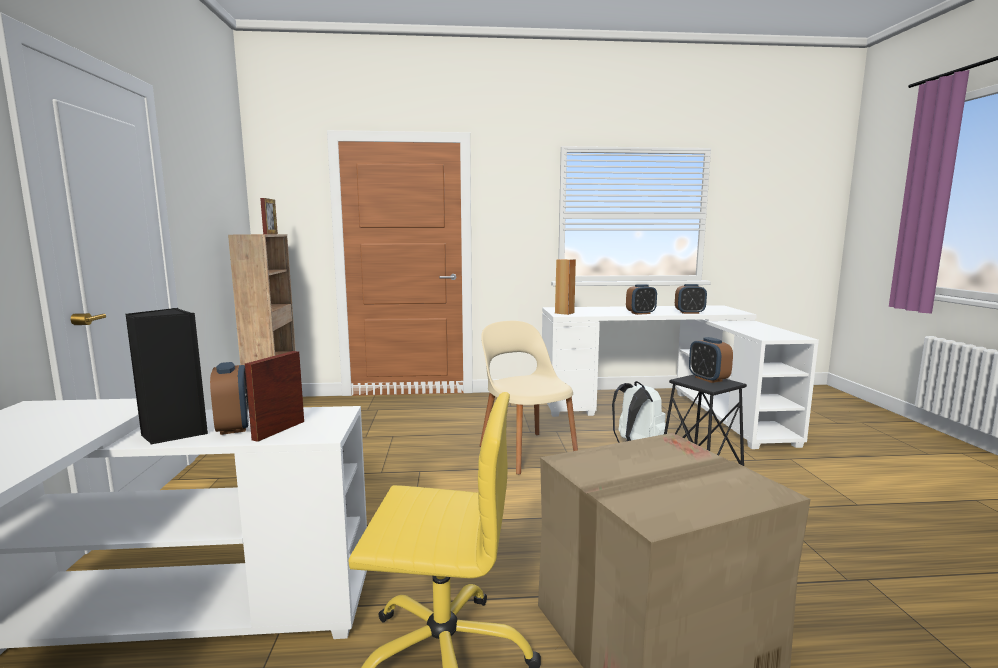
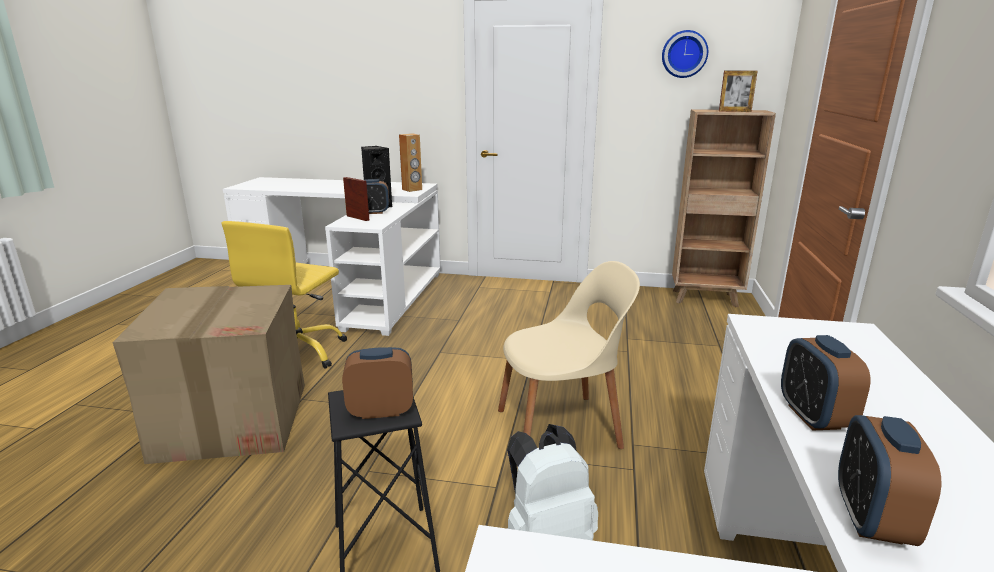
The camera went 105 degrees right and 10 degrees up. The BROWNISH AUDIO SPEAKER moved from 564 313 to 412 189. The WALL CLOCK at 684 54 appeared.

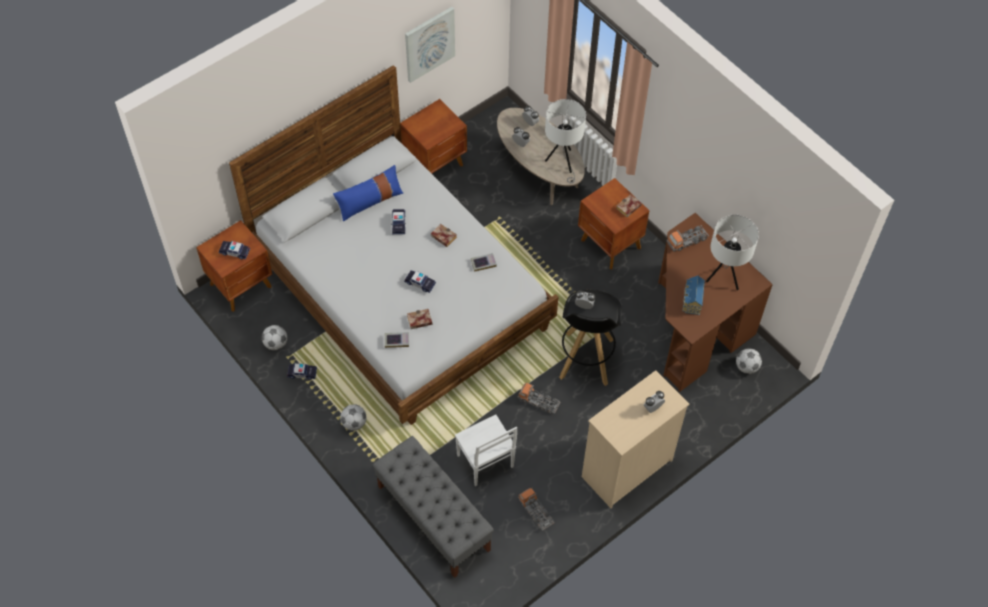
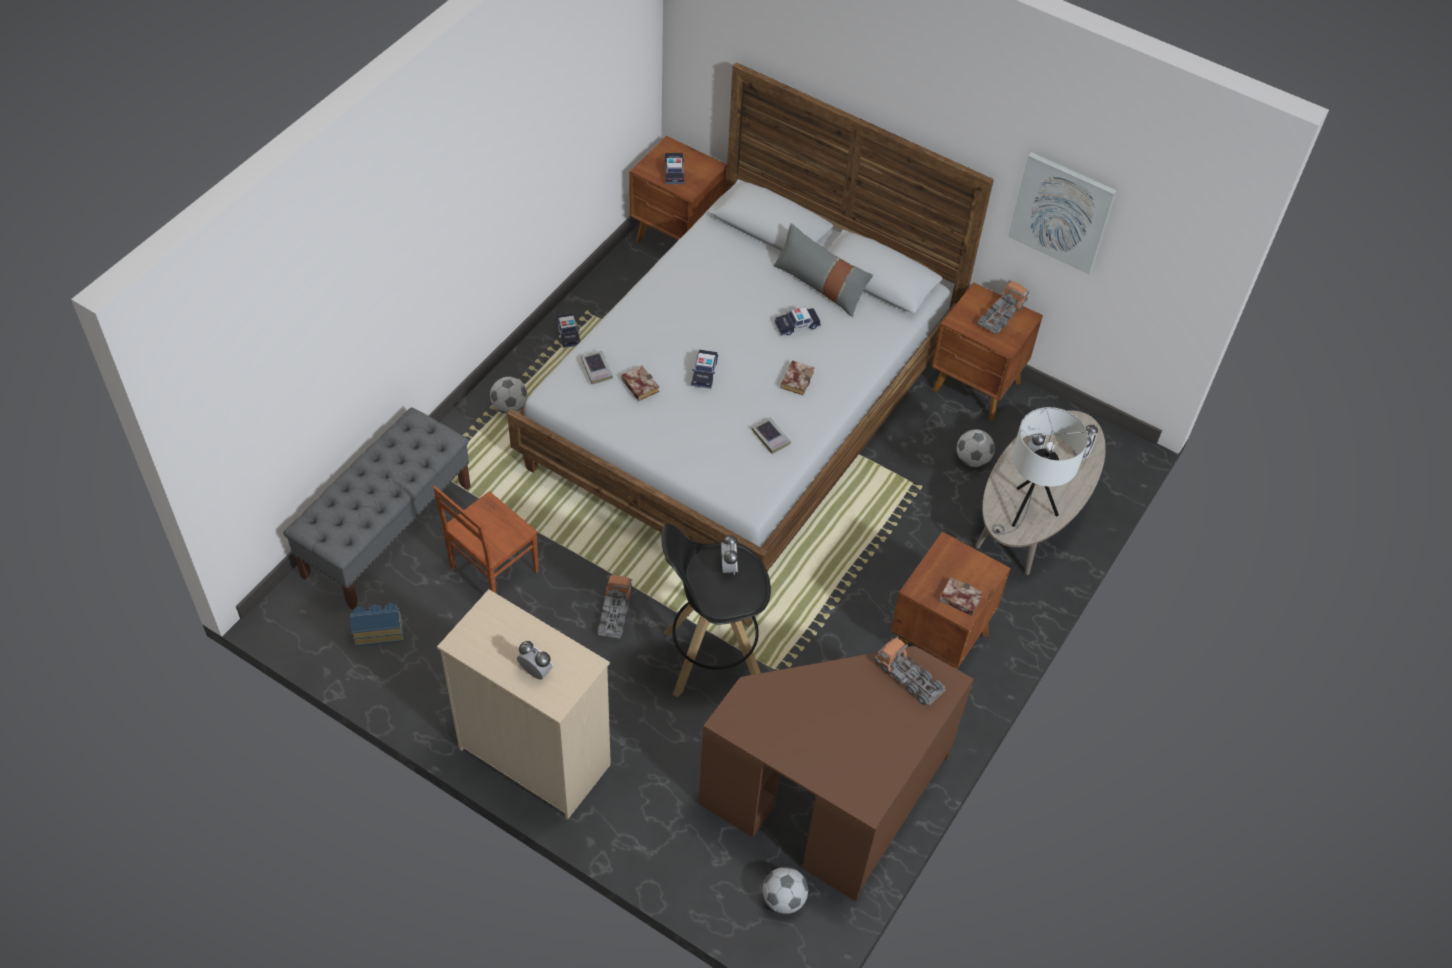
The camera went 70 degrees right and 5 degrees down. The FOOTBALL moved from 275 344 to 972 459. The BLUISH CUSHION at 369 201 became the GREY CUSHION at 820 285. The WHITE-COLOURED CHAIR at 485 462 became the BROWNISH CHAIR at 492 569. The MODEL TRUCK moved from 535 511 to 1001 315. The TOY HOUSE moved from 691 301 to 378 631. The WHITE-COLOURED TABLETOP LAMP at 724 277 disappeared.

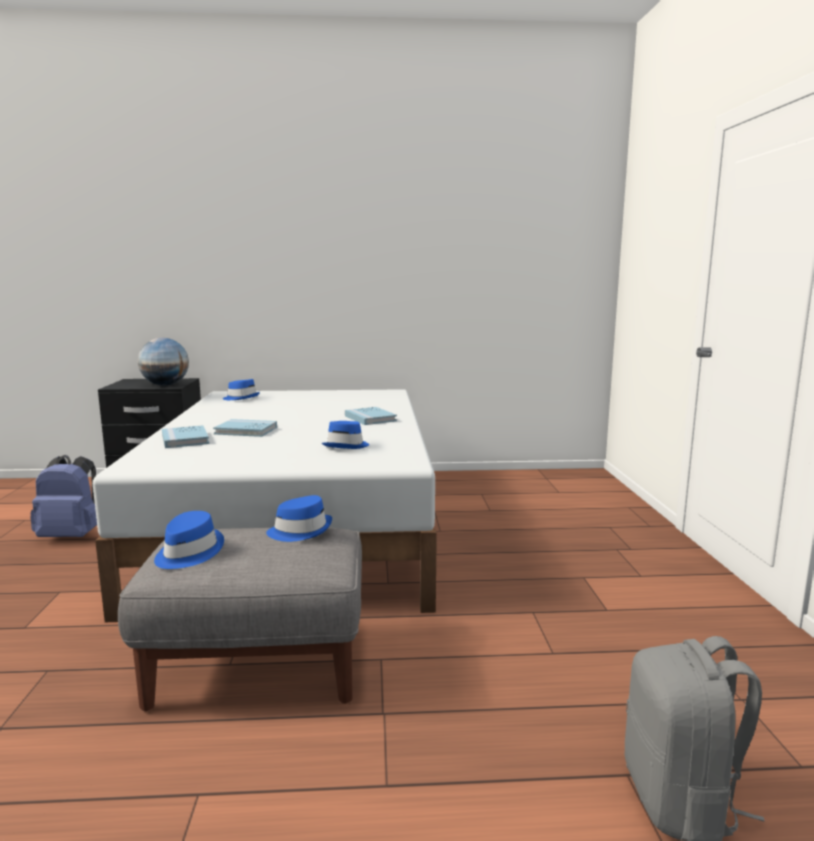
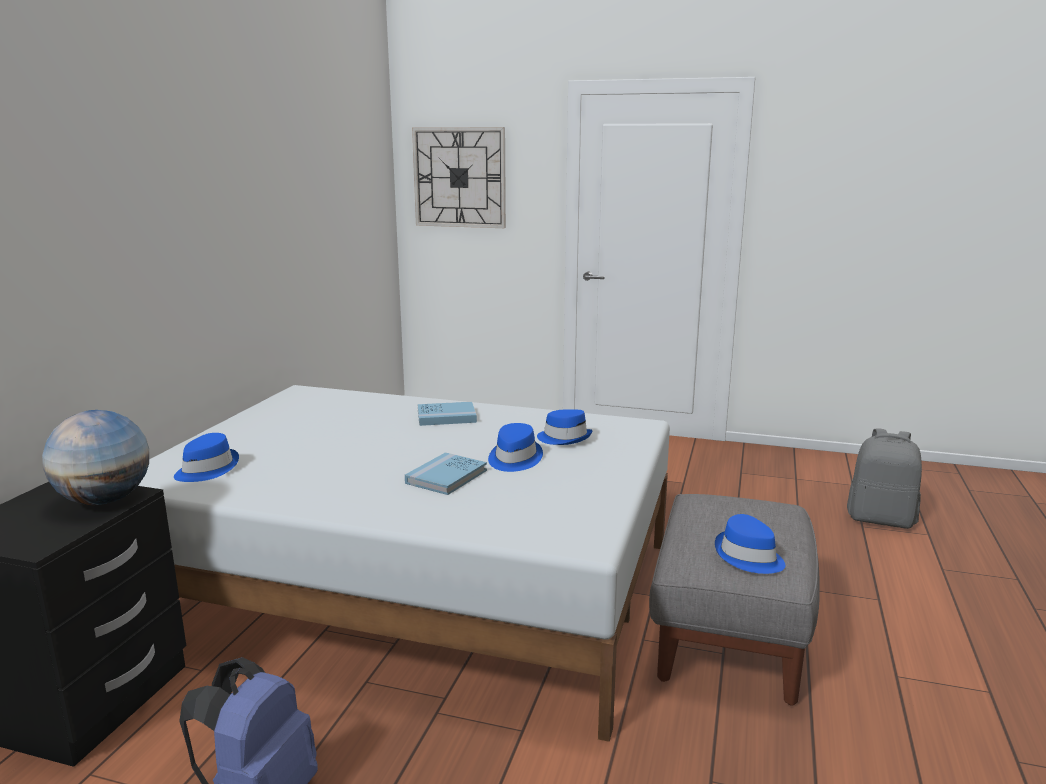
The camera went 70 degrees left and 5 degrees up. The BLUISH BOUND BOOK at 185 439 disappeared. The BLUISH CLOTHING HAT moved from 300 531 to 514 459. The WALL CLOCK at 459 177 appeared.

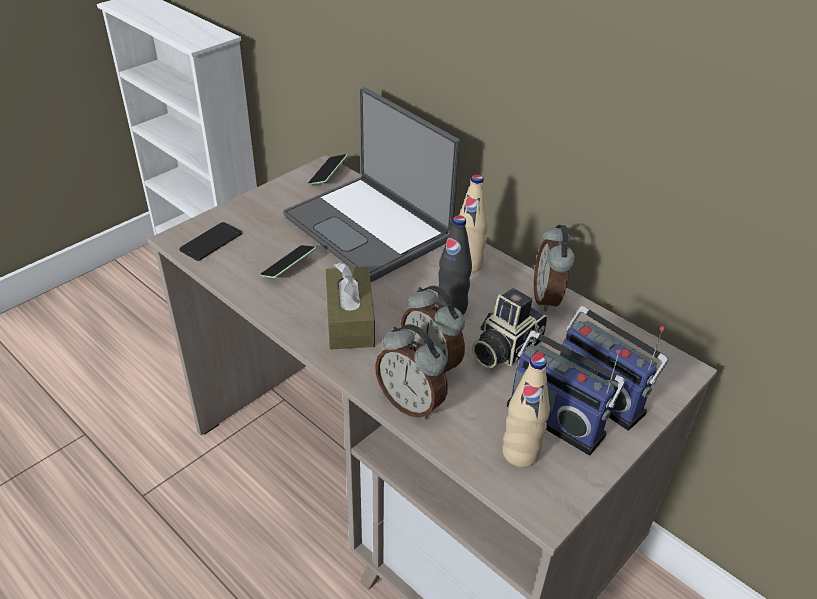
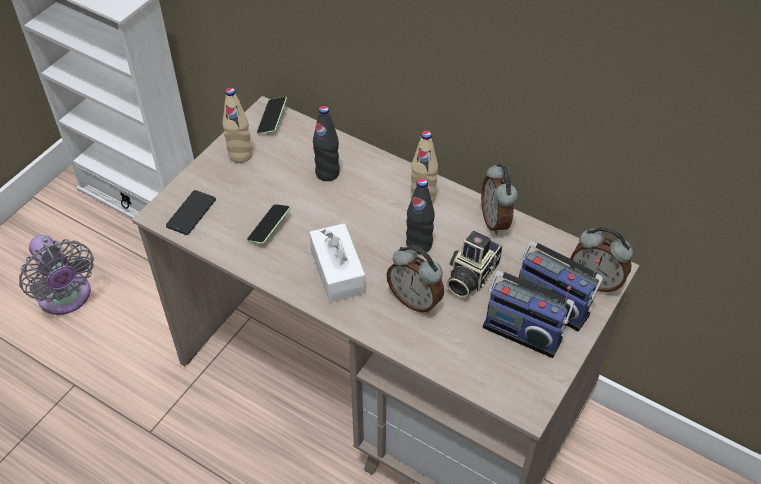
The camera went 10 degrees left and 10 degrees up. The PORTABLE COMPUTER at 370 228 was replaced by the BLACK BEVERAGE BOTTLE at 327 173. The BROWNISH TISSUE BOX at 350 320 became the WHITE-COLOURED TISSUE BOX at 337 271. The ALARM CLOCK moved from 411 403 to 595 281. The BEIGE-COLOURED BEVERAGE BOTTLE moved from 520 453 to 240 155. The GREY ELECTRIC FAN at 66 298 appeared.

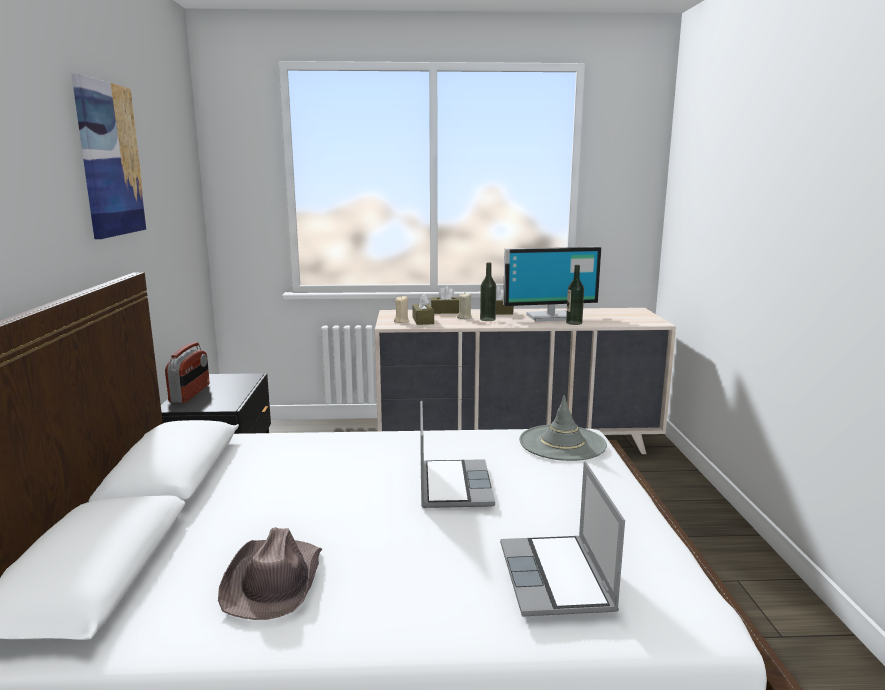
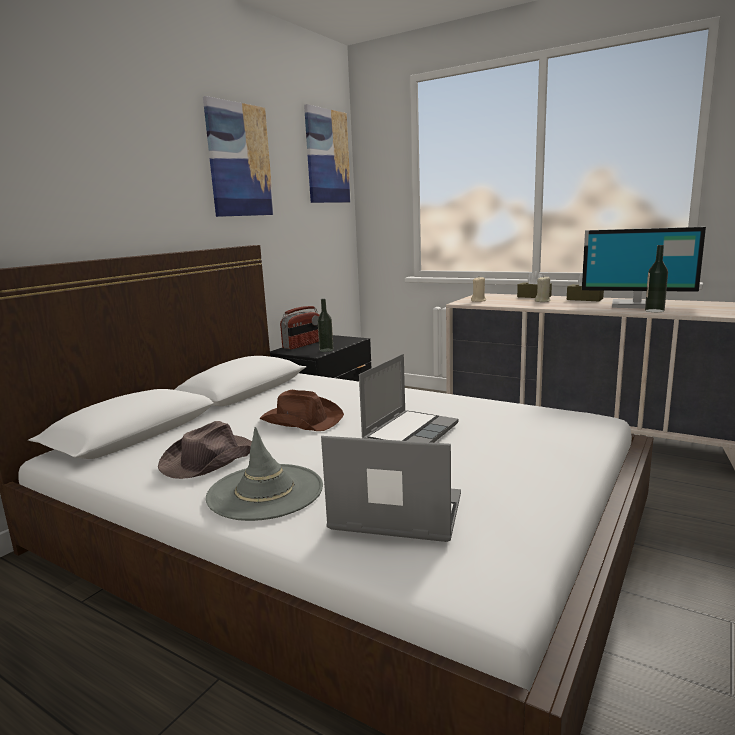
The camera went 35 degrees right and 0 degrees up. The BROWNISH TISSUE BOX at 423 320 disappeared. The BEVERAGE BOTTLE moved from 487 319 to 326 350. The PORTABLE COMPUTER at 557 578 turned 75 degrees clockwise. The GREY CLOTHING HAT moved from 562 443 to 265 492. The BROWNISH CLOTHING HAT at 301 419 appeared. The WALL PICTURE at 327 156 appeared.

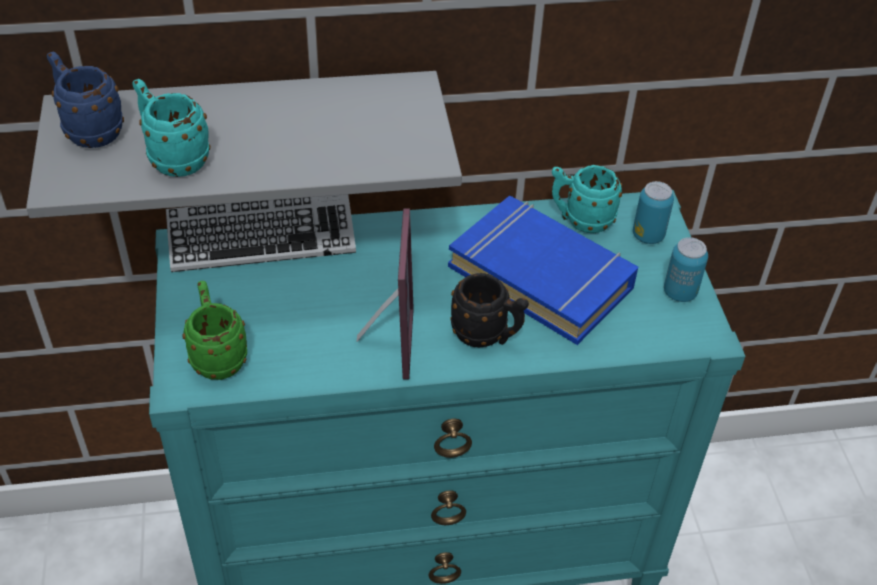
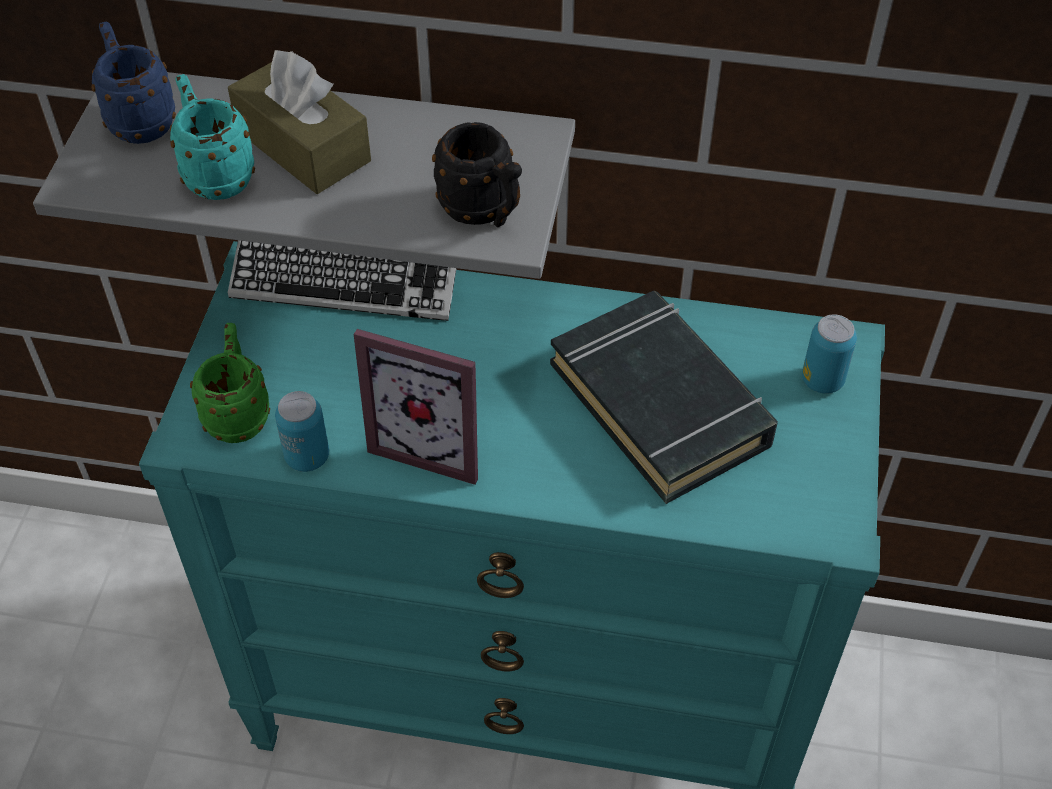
The camera went 20 degrees right and 5 degrees up. The PICTURE FRAME at 384 342 turned 90 degrees clockwise. The BLUISH BOUND BOOK at 541 276 became the BLACK BOUND BOOK at 660 404. The BLACK TEA MUG moved from 487 336 to 484 213. The BLUE-GREEN TEA MUG at 580 220 disappeared. The CAN moved from 679 292 to 307 457. The BROWNISH TISSUE BOX at 303 146 appeared.

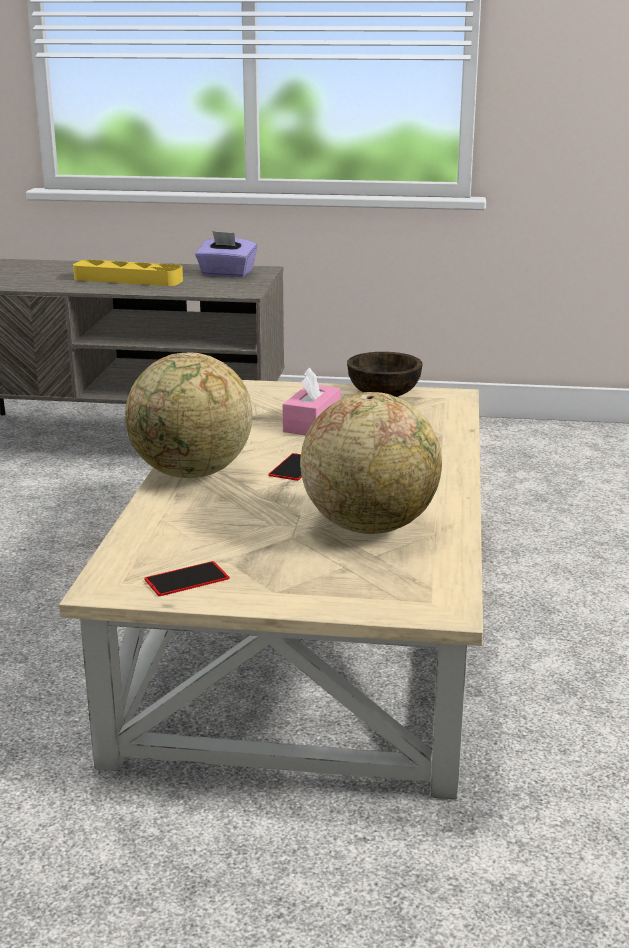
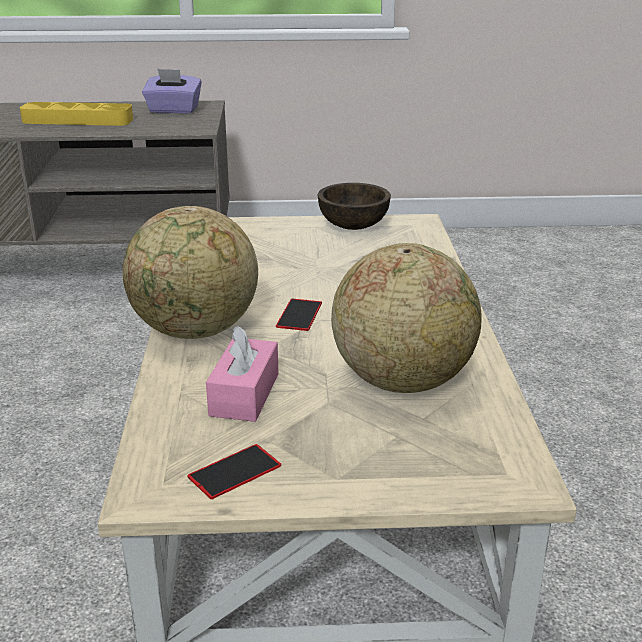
The camera went 10 degrees left and 5 degrees up. The PINK TISSUE BOX moved from 312 423 to 244 394.

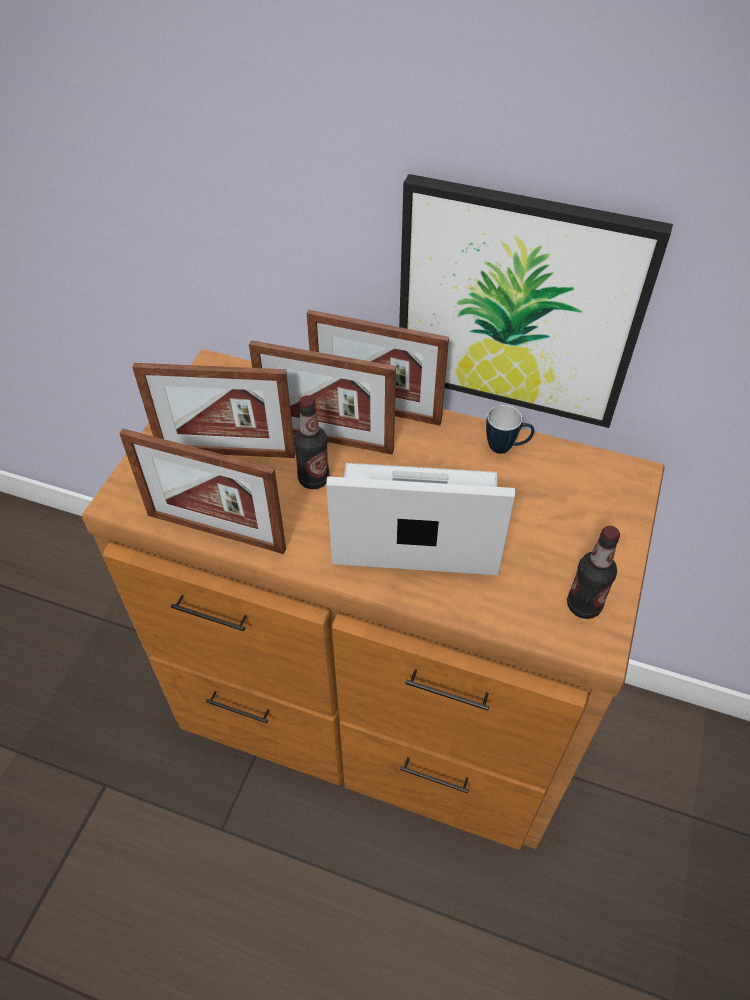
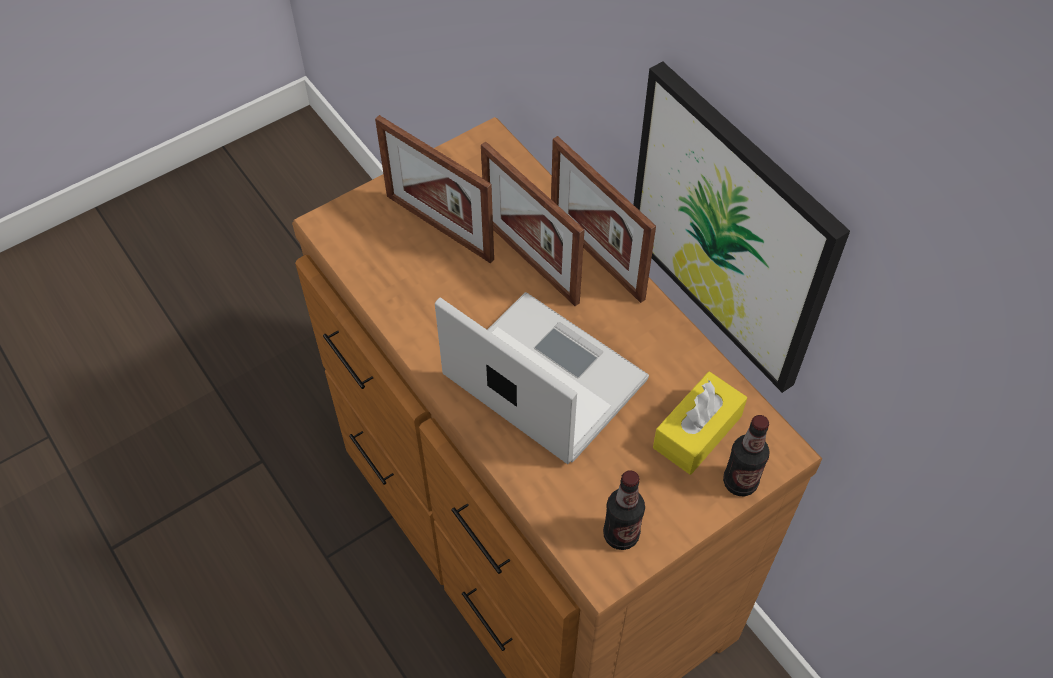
The camera went 35 degrees right and 5 degrees up. The PICTURE FRAME at 216 532 disappeared. The BEVERAGE BOTTLE moved from 314 479 to 740 482. The TEA MUG at 506 448 disappeared. The YELLOWISH TISSUE BOX at 697 432 appeared.

